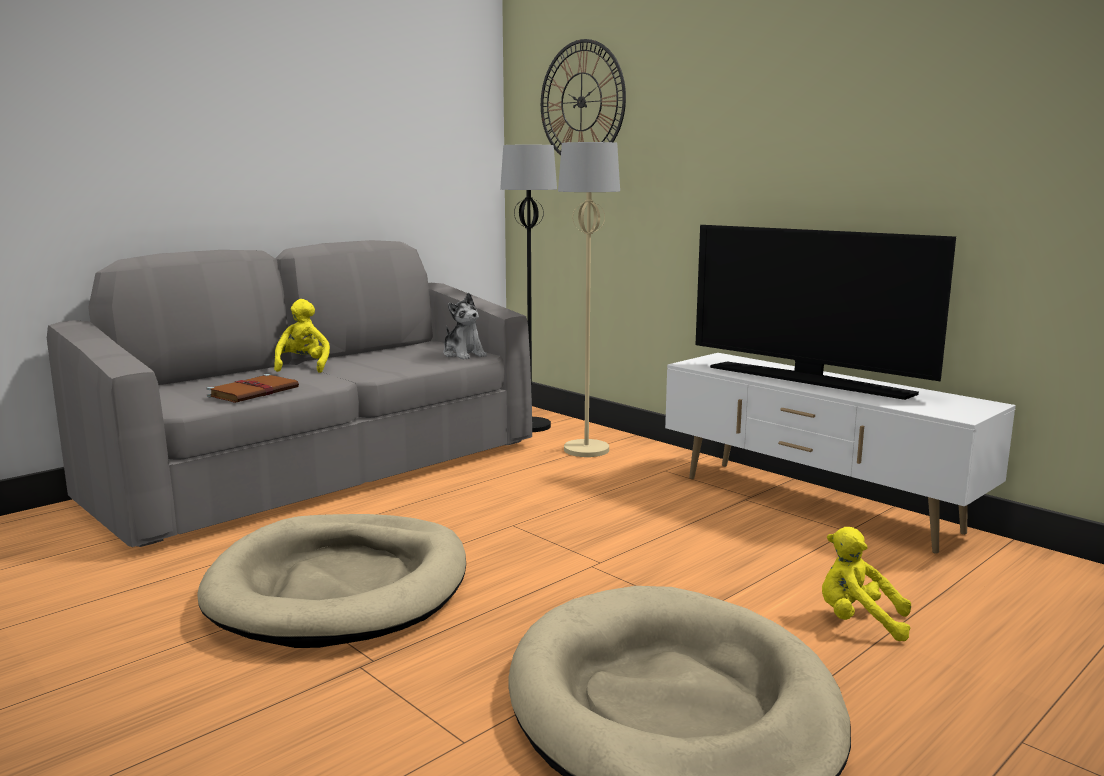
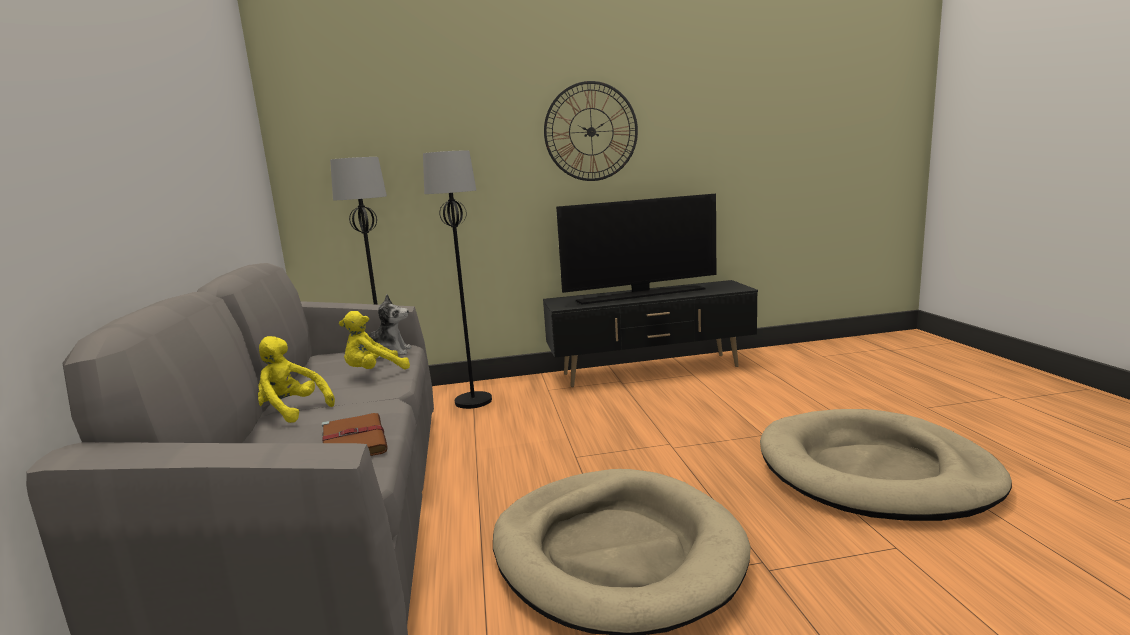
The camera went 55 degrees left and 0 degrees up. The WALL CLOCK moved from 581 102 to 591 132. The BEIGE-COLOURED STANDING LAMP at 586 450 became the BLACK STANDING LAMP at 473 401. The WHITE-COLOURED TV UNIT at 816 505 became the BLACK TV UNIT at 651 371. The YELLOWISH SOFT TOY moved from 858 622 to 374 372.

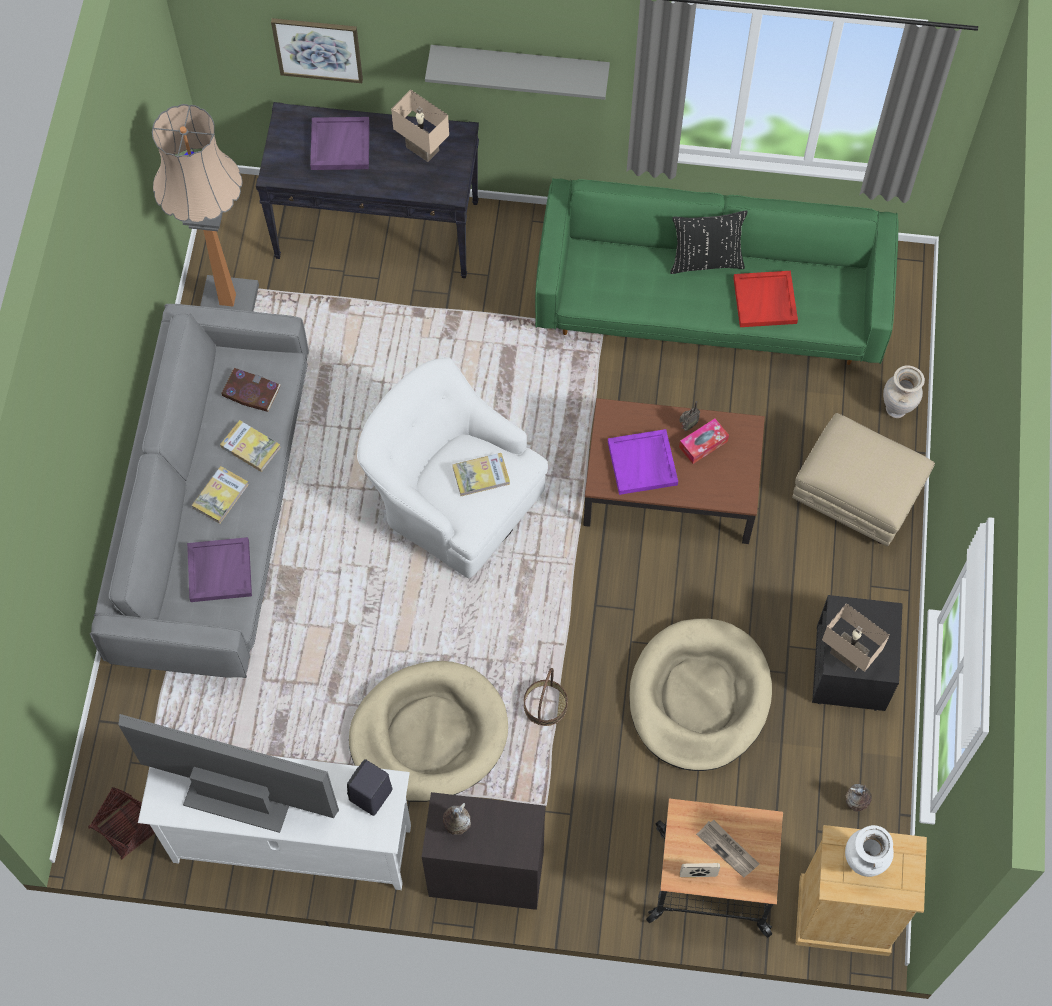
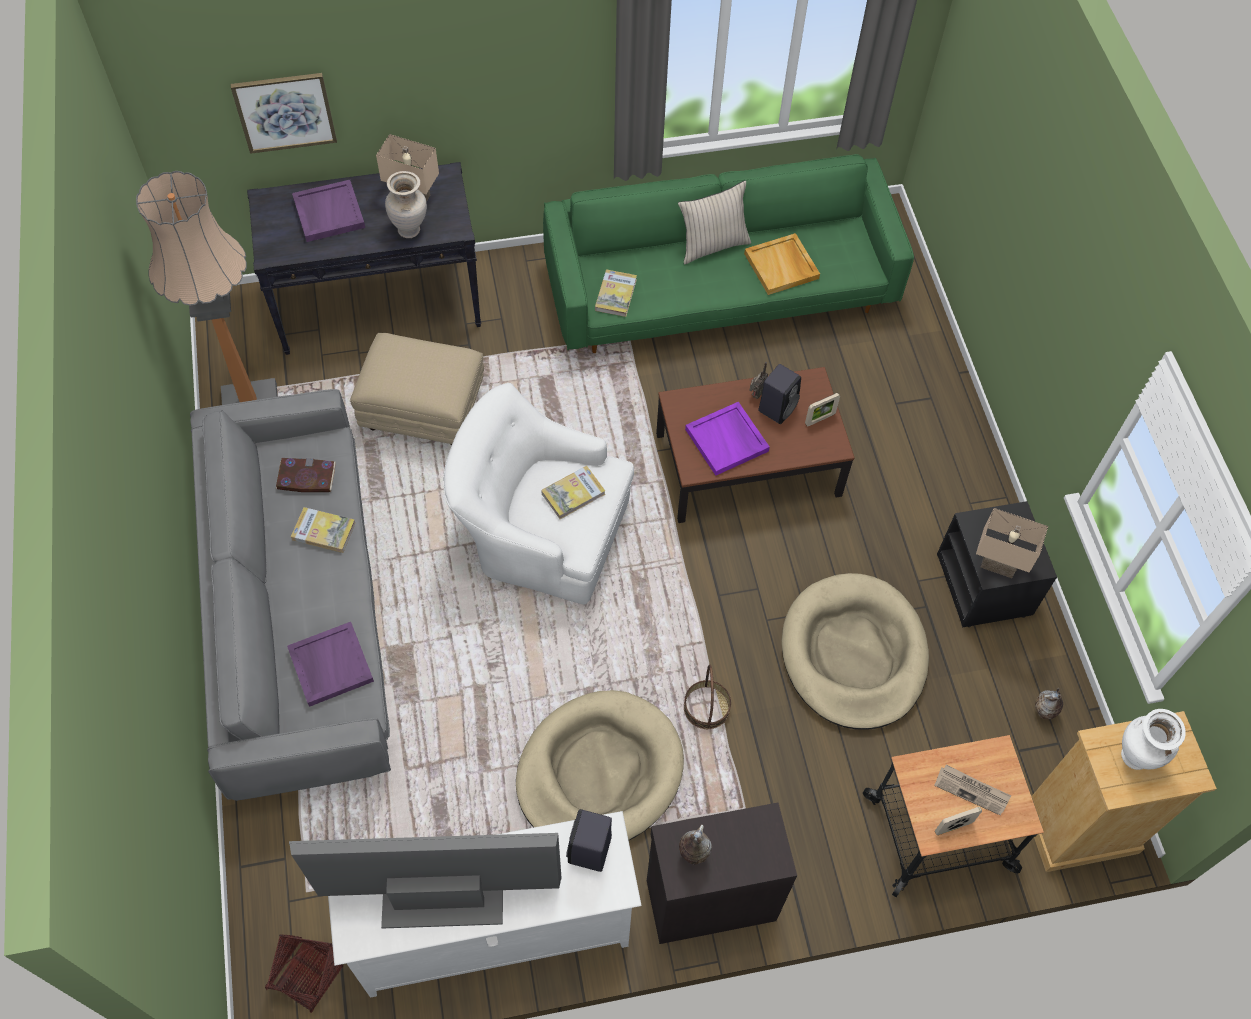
The camera went 20 degrees left and 5 degrees down. The BOUND BOOK moved from 220 496 to 616 295. The GREY WALL SHELF at 520 65 disappeared. The BLACK CUSHION at 705 261 became the BEIGE-COLOURED CUSHION at 712 245. The TISSUE BOX at 703 444 was replaced by the BLACK AUDIO SPEAKER at 777 407. The RED CARRYING TRAY at 765 301 became the BEIGE-COLOURED CARRYING TRAY at 782 266. The BEIGE-COLOURED POUFFE moved from 857 497 to 425 411. The BEIGE-COLOURED FLOWER VASE moved from 897 409 to 410 230. The PICTURE FRAME at 820 419 appeared.

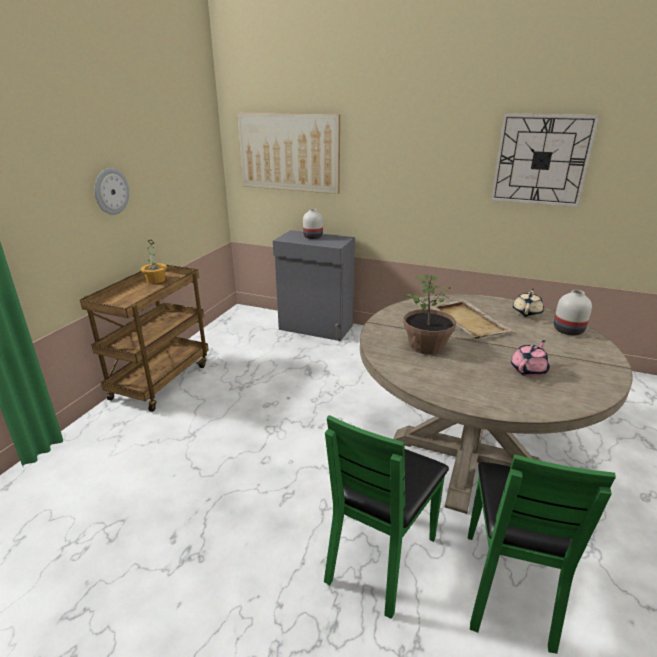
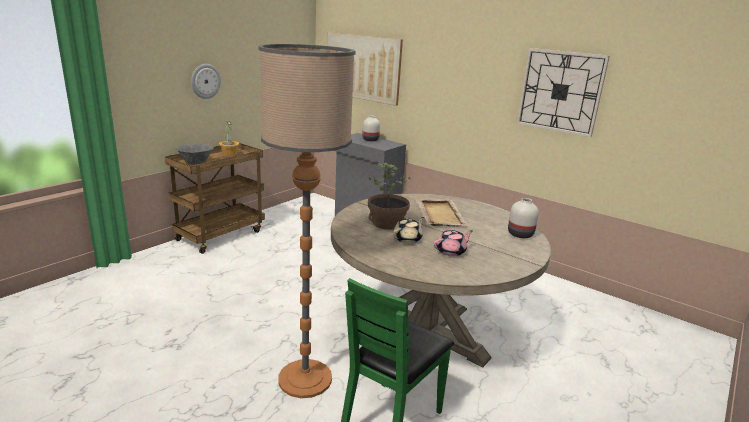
The camera went 15 degrees right and 5 degrees down. The GREENISH CHAIR at 380 557 was replaced by the STANDING LAMP at 304 379. The BEIGE-COLOURED TEAPOT moved from 527 313 to 407 239. The GREY DEEP DISH at 195 163 appeared.

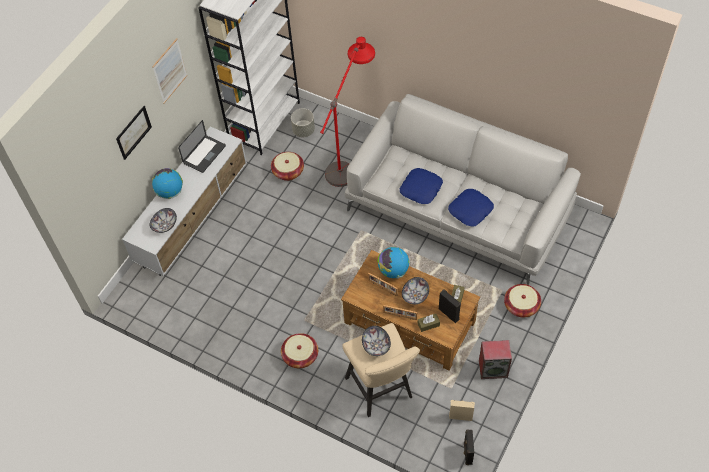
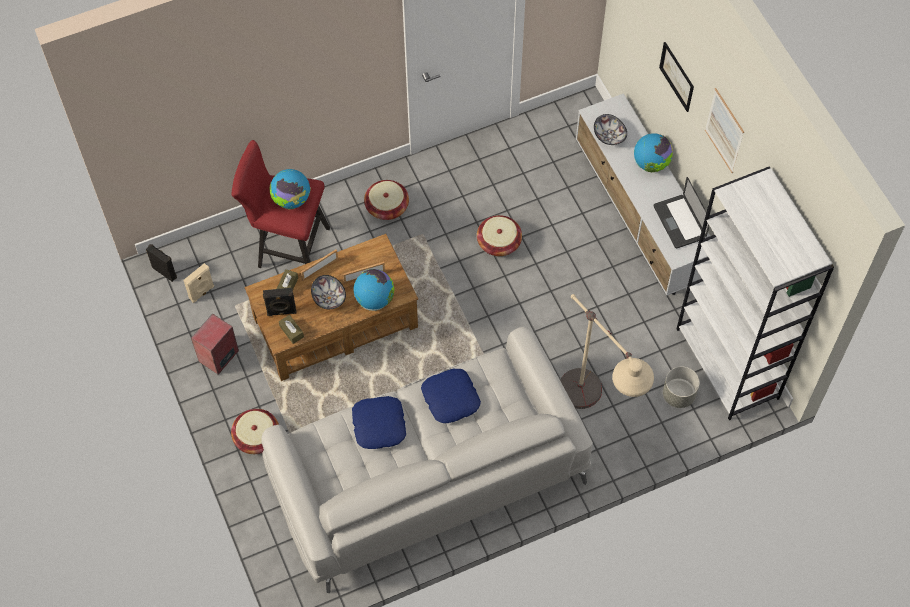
The camera went 125 degrees right and 5 degrees up. The STORAGE BASKET moved from 288 171 to 499 242. The RED STANDING LAMP at 350 158 became the BEIGE-COLOURED STANDING LAMP at 594 415. The BEIGE-COLOURED STOOL SEAT at 381 391 became the RED STOOL SEAT at 288 247. The DEEP DISH at 376 345 was replaced by the DESK GLOBE at 291 200.

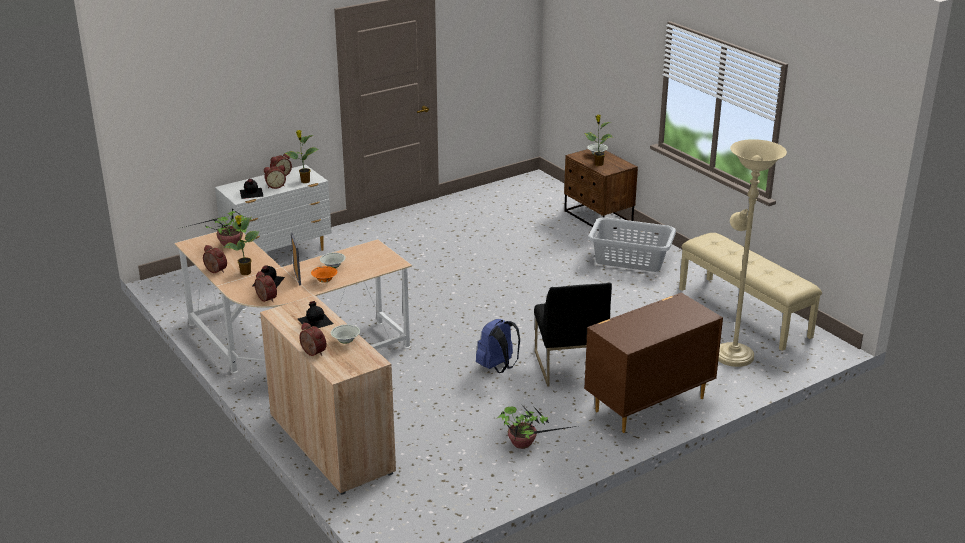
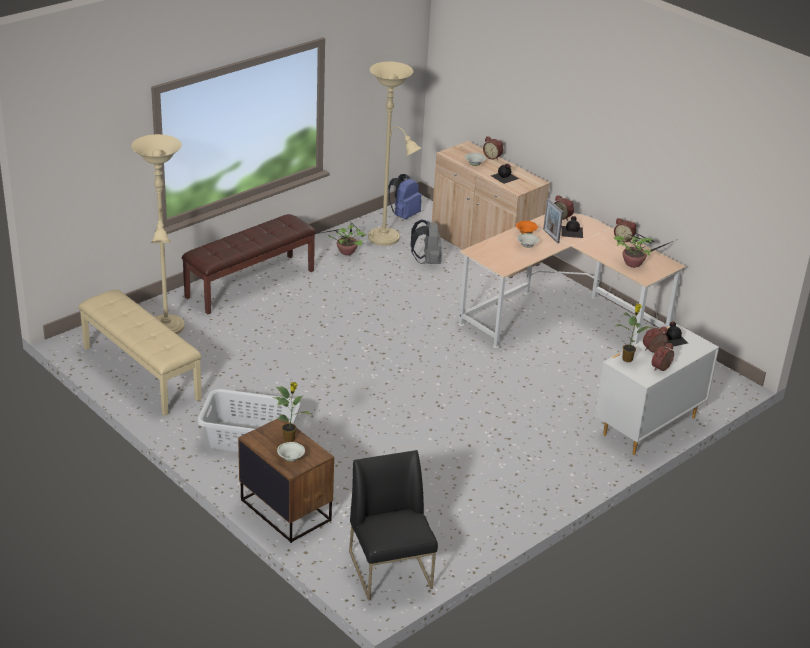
The camera went 170 degrees right and 5 degrees up. The POTTED PLANT at 245 273 disappeared. The BLUISH KNAPSACK moved from 498 367 to 404 215. The BLACK CHAIR moved from 569 365 to 391 570. The BROWNISH DRESSER at 648 404 was replaced by the BROWNISH BENCH at 250 283. The BEIGE-COLOURED STANDING LAMP at 387 239 appeared. The GREY KNAPSACK at 427 261 appeared.

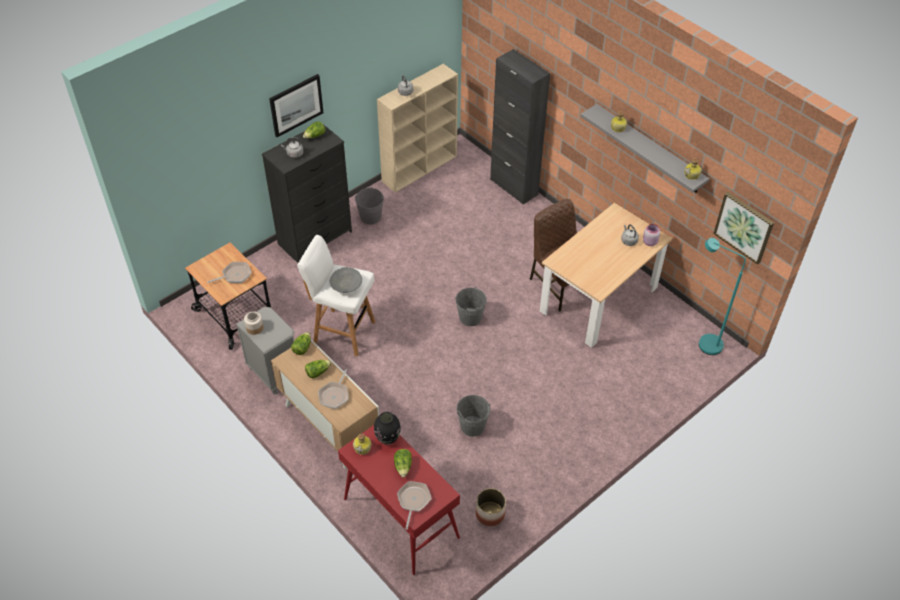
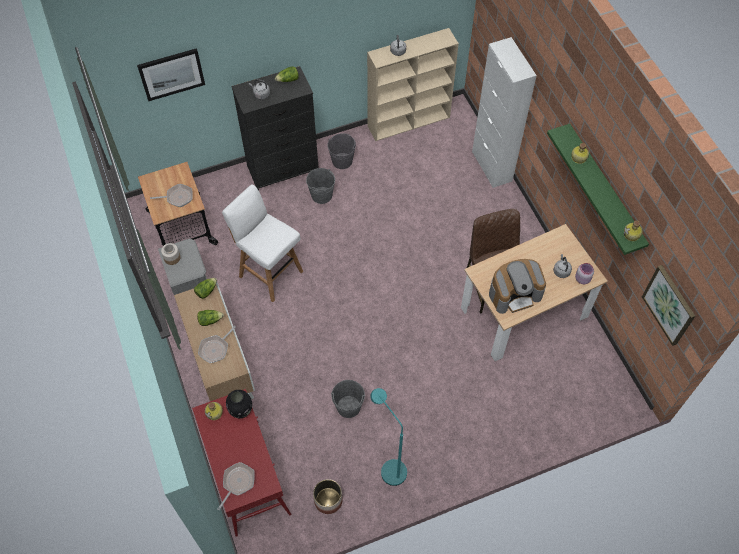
The camera went 20 degrees right and 10 degrees up. The WALL PICTURE moved from 296 105 to 171 74. The GREY DEEP DISH at 346 286 disappeared. The LETTUCE at 403 466 disappeared. The GREY WATER BUCKET moved from 470 317 to 321 195. The BLACK CUPBOARD at 514 187 became the WHITE-COLOURED CUPBOARD at 492 166. The GREY WALL SHELF at 649 149 became the GREENISH WALL SHELF at 604 189. The BLUE-GREEN STANDING LAMP moved from 704 342 to 389 467. The COFFEE MAKER at 514 293 appeared.

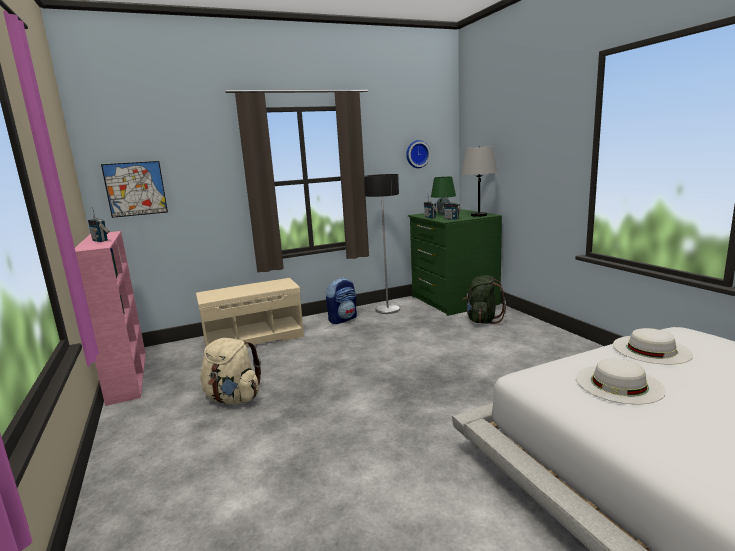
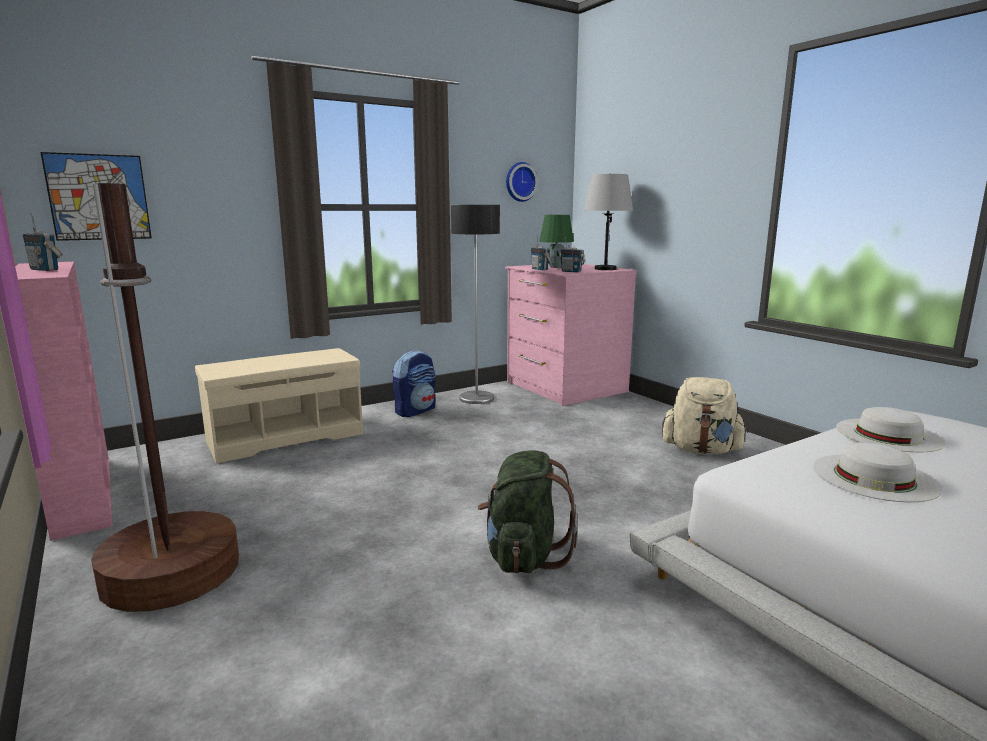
The camera went 10 degrees left and 0 degrees up. The BEIGE-COLOURED KNAPSACK moved from 233 398 to 701 450. The GREENISH DRESSER at 453 300 became the PINK DRESSER at 564 387. The GREENISH KNAPSACK moved from 482 320 to 523 556. The BROWNISH STANDING LAMP at 171 572 appeared.

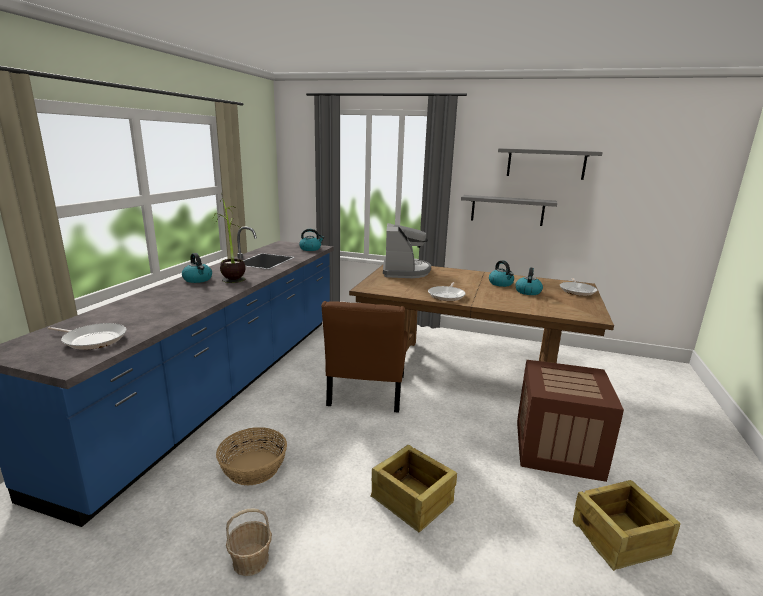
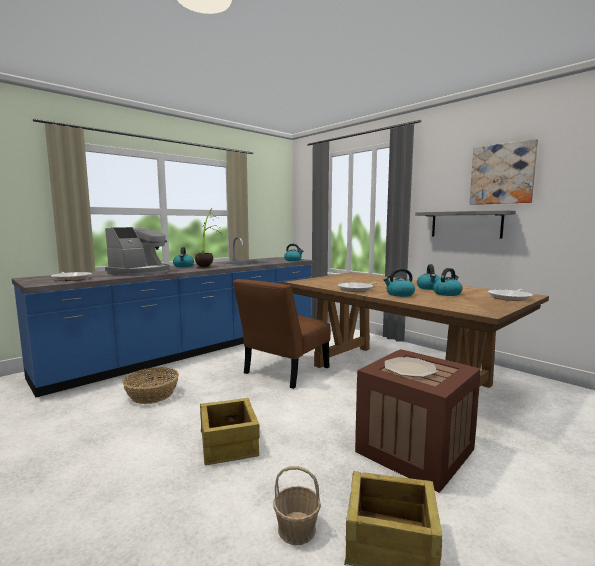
The camera went 30 degrees right and 10 degrees down. The STORAGE BASKET moved from 251 560 to 297 529. The COFFEE MAKER moved from 405 271 to 140 272. The GREY WALL SHELF at 546 164 was replaced by the WALL PICTURE at 502 174. The WATER KETTLE at 399 294 appeared. The FLAT DISH at 409 368 appeared.

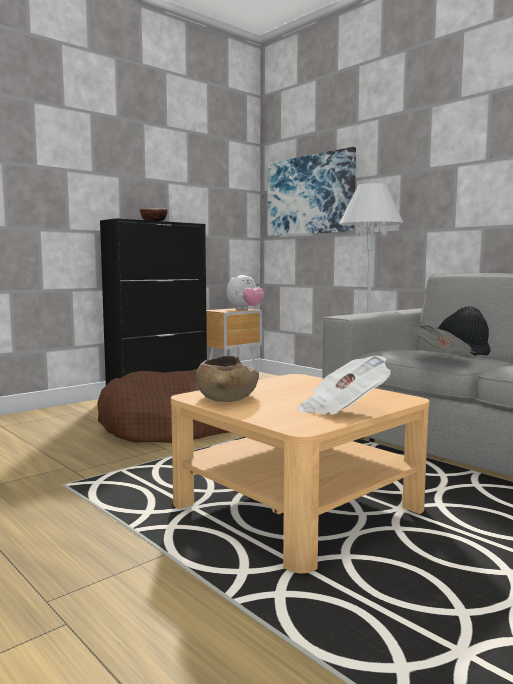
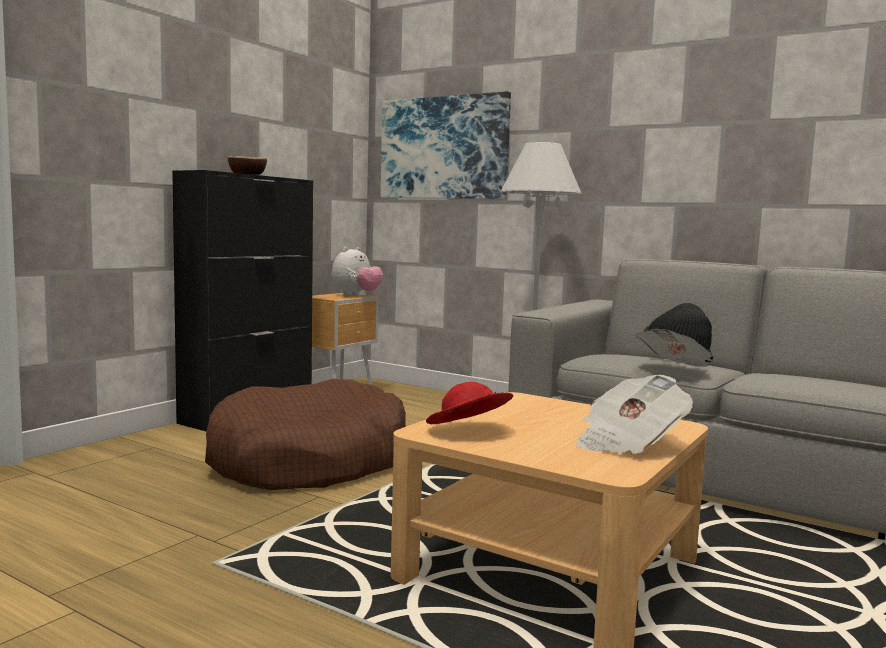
The camera went 15 degrees left and 0 degrees up. The BROWNISH DEEP DISH at 227 397 was replaced by the RED CLOTHING HAT at 468 431.

